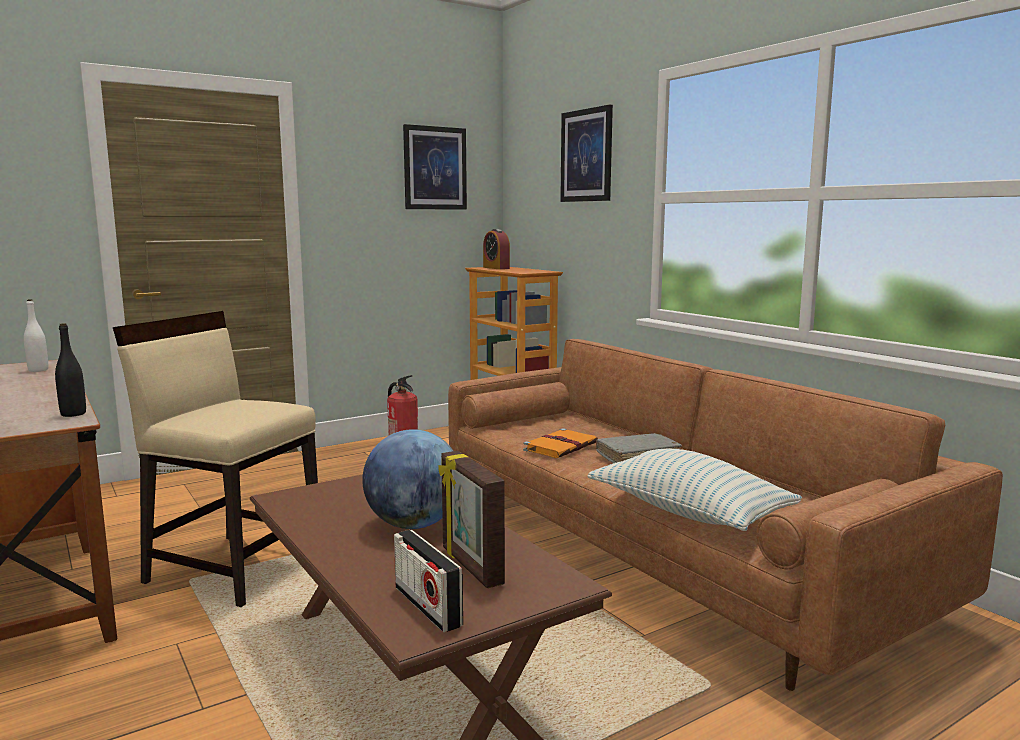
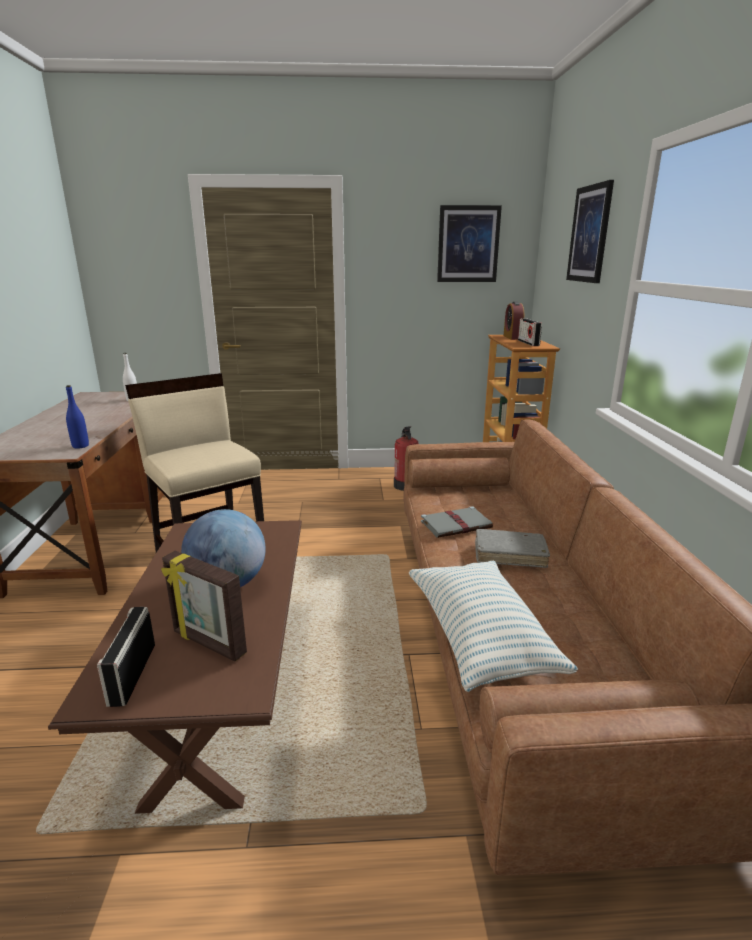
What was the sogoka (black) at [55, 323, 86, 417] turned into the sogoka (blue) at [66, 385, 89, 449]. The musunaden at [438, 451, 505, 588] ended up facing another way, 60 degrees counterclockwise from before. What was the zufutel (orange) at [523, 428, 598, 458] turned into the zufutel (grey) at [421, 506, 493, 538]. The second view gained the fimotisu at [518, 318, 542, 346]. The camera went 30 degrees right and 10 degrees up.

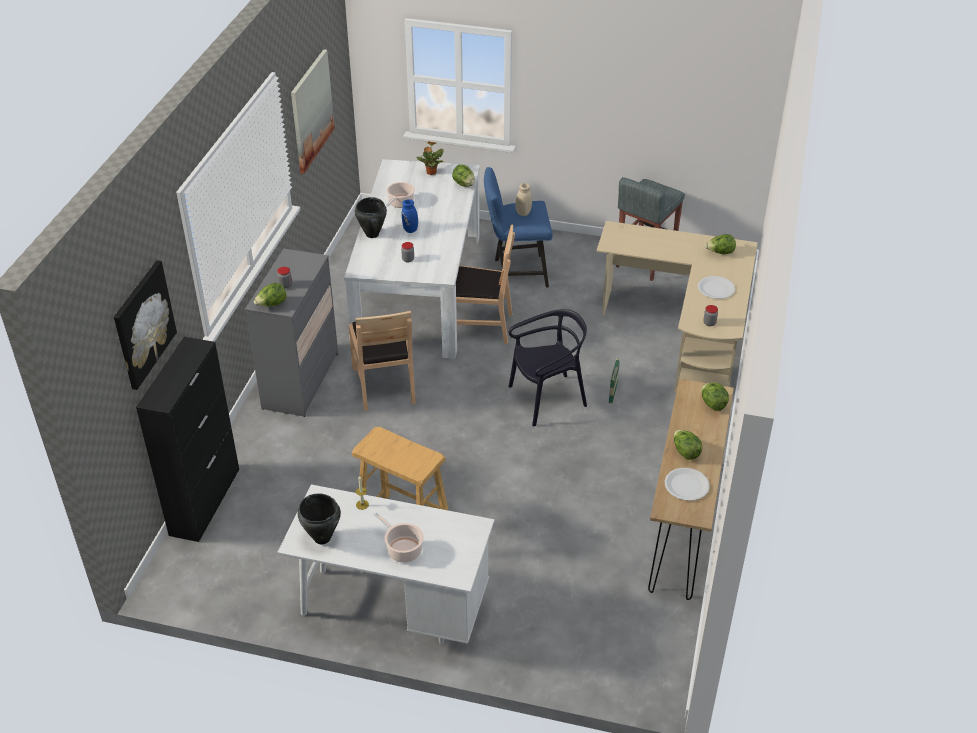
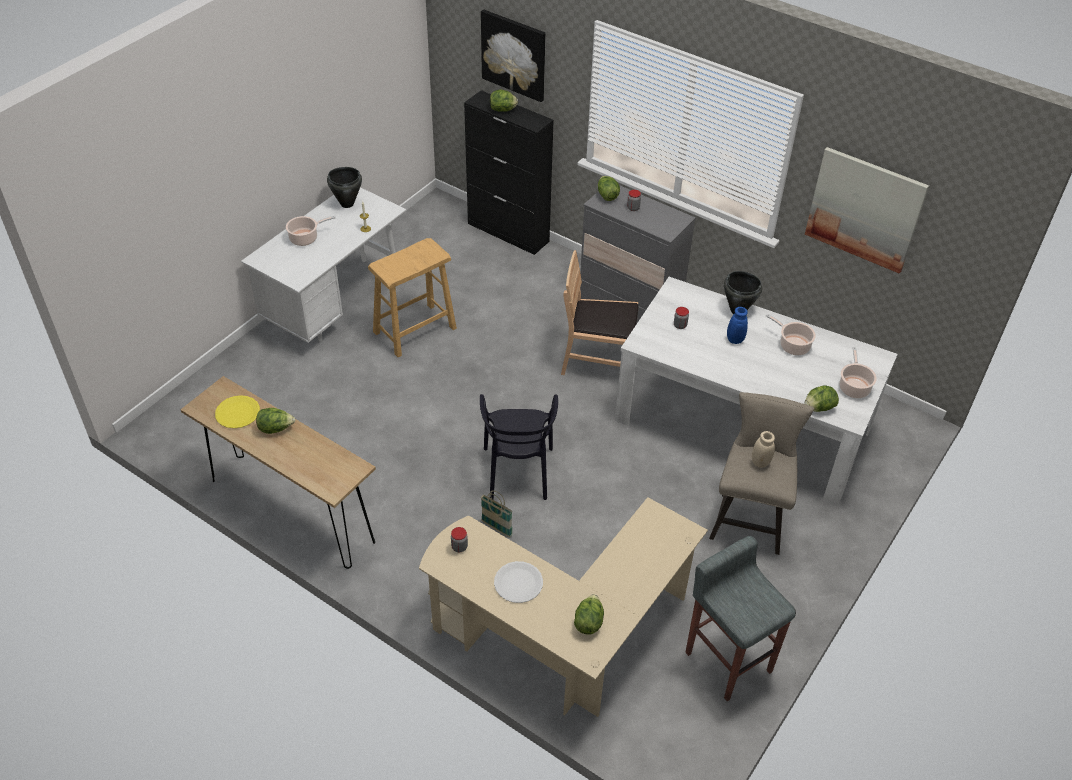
Where the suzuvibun stood at [416, 141, 444, 175], the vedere came to stand at [839, 347, 877, 398]. The second view lost the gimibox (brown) at [456, 224, 515, 344]. What was the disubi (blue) at [484, 167, 553, 288] turned into the disubi (beige) at [709, 392, 814, 555]. What was the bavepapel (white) at [665, 468, 710, 501] turned into the bavepapel (yellow) at [215, 395, 260, 428]. The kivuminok ended up elsewhere, having gone from [701, 382, 729, 411] to [490, 89, 518, 112]. The camera went 110 degrees right and 5 degrees up.

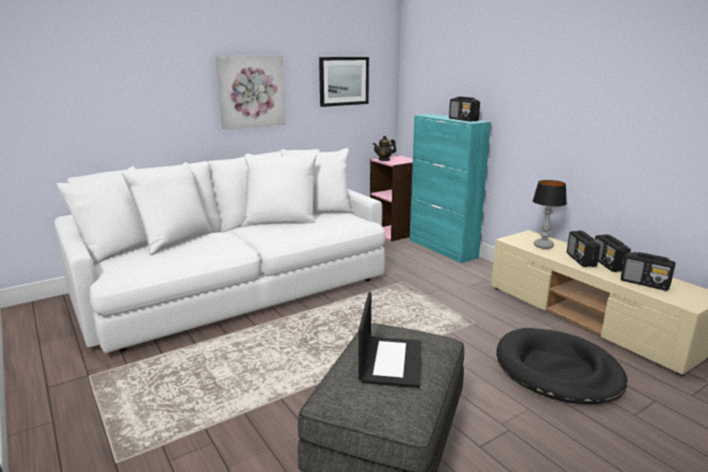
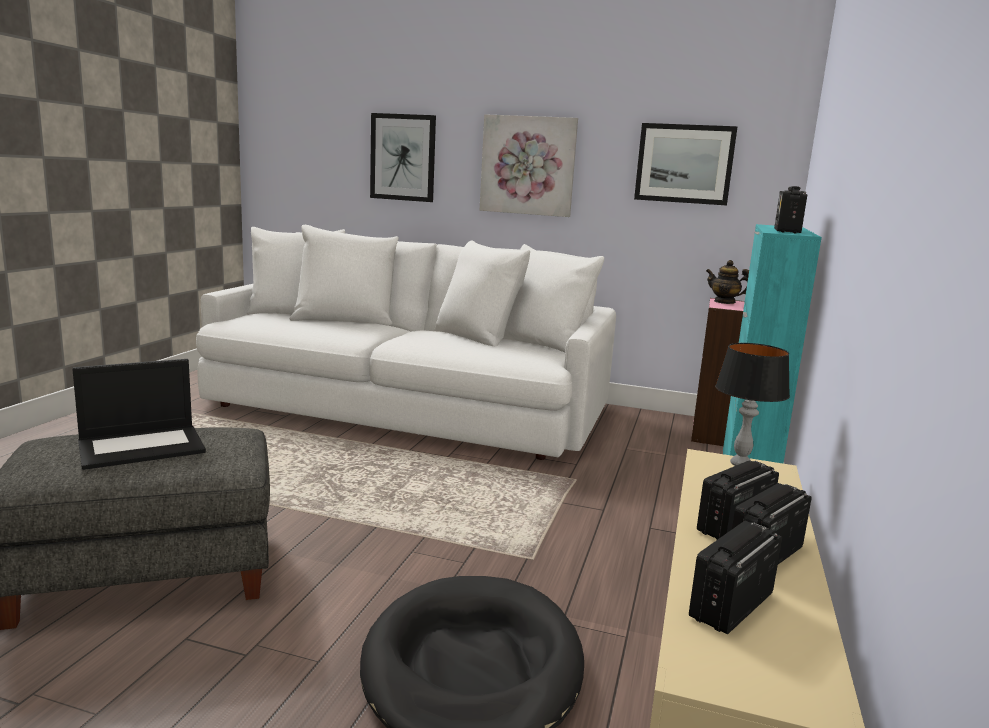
The fimotisu at [621, 252, 676, 291] ended up facing another way, 45 degrees clockwise from before. The second view gained the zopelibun at [370, 113, 436, 202]. The camera went 50 degrees right and 5 degrees down.

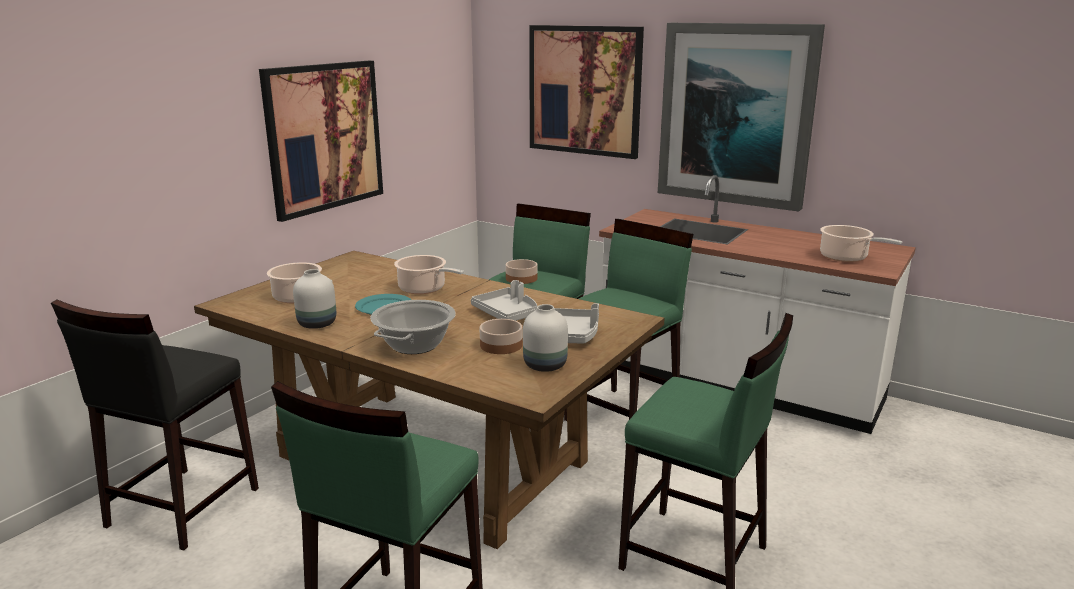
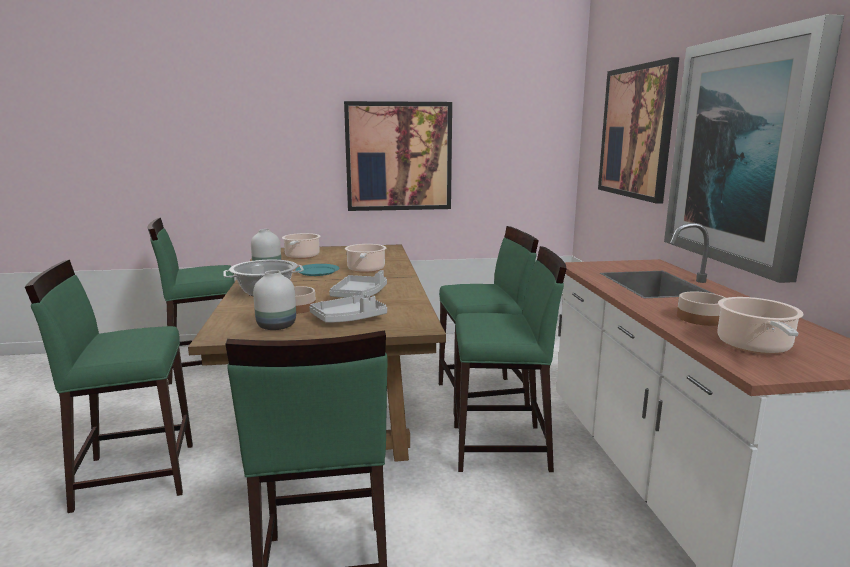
What was the disubi (black) at [51, 299, 259, 550] turned into the disubi (green) at [147, 218, 235, 385]. The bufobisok ended up elsewhere, having gone from [505, 259, 538, 284] to [677, 291, 726, 326]. The camera went 50 degrees right and 5 degrees down.

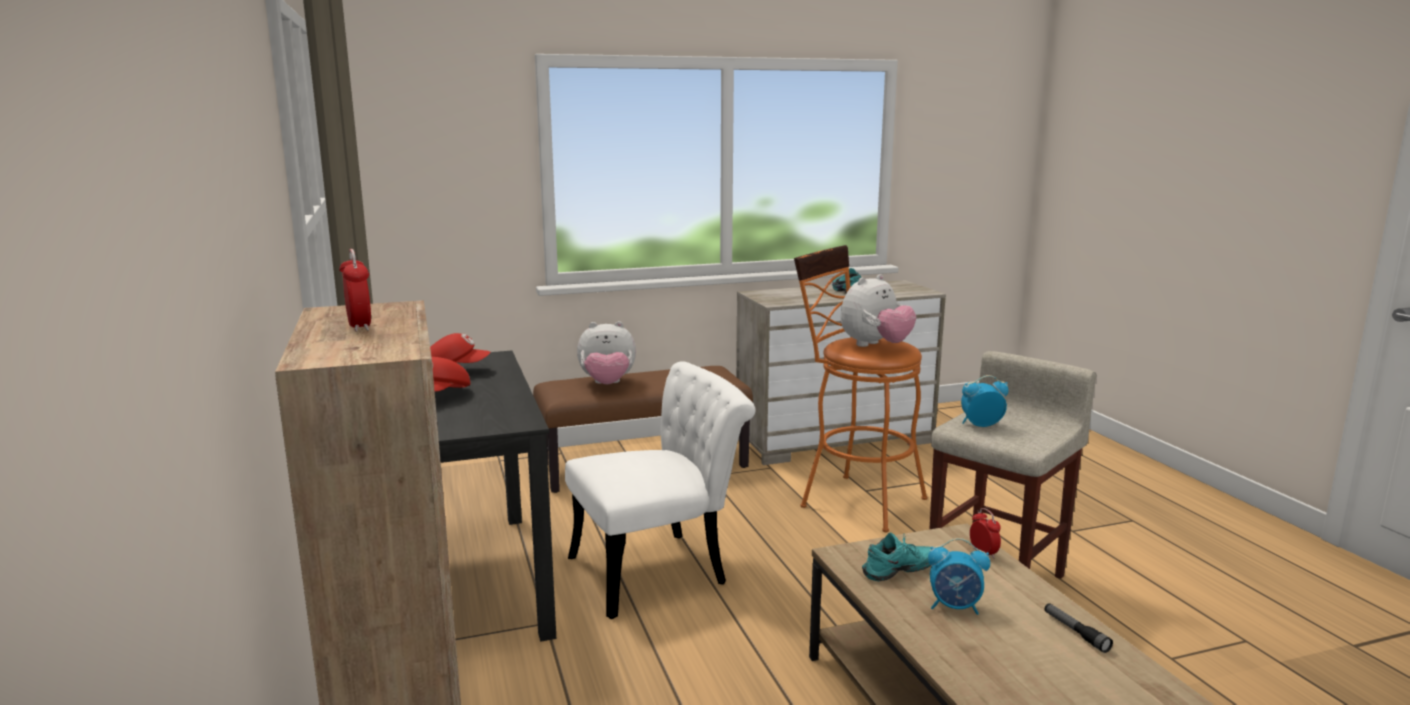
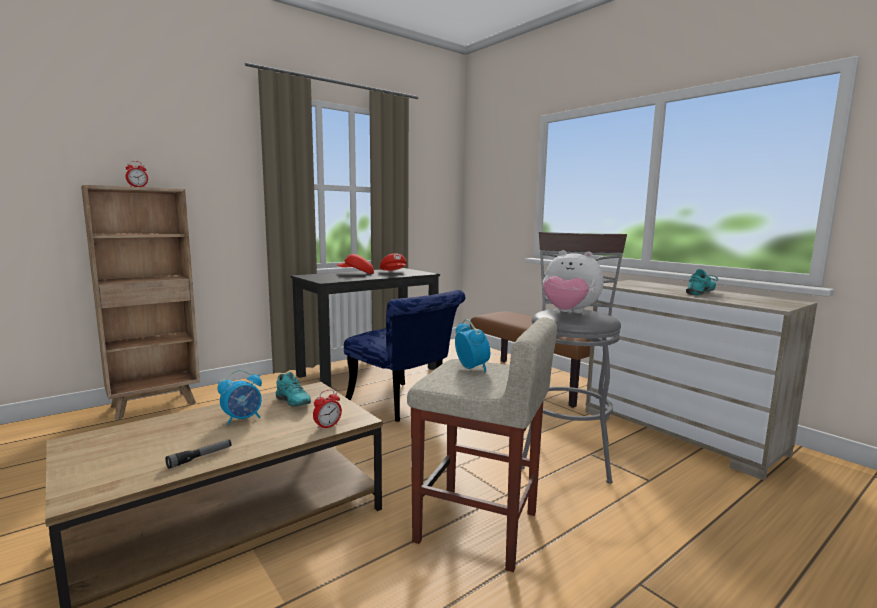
What was the gimibox (white) at [565, 361, 755, 619] turned into the gimibox (blue) at [344, 290, 465, 422]. The second view lost the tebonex at [577, 321, 636, 385]. What was the disubi (orange) at [794, 245, 927, 532] turned into the disubi (grey) at [522, 232, 627, 484]. The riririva at [928, 538, 990, 615] ended up facing another way, 120 degrees counterclockwise from before. The camera went 70 degrees right and 5 degrees down.

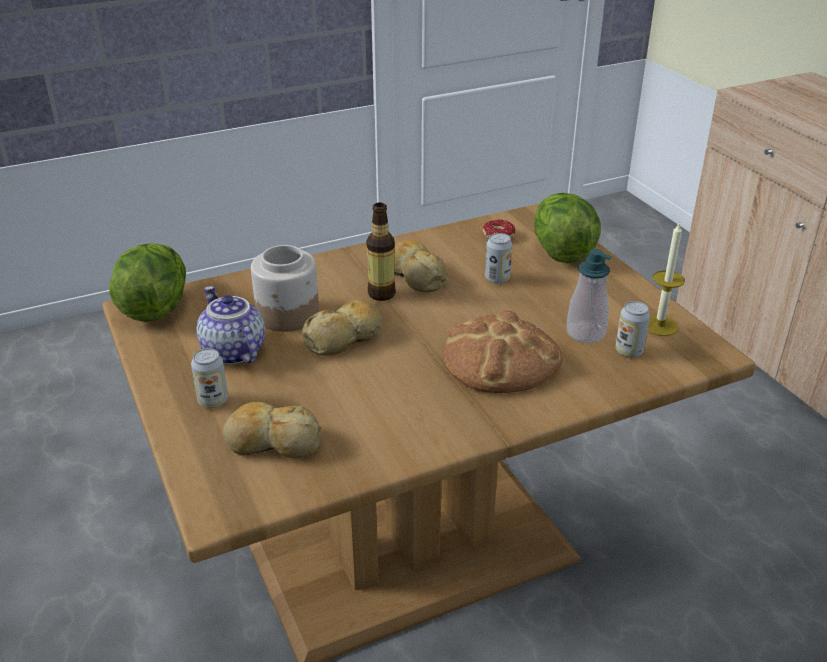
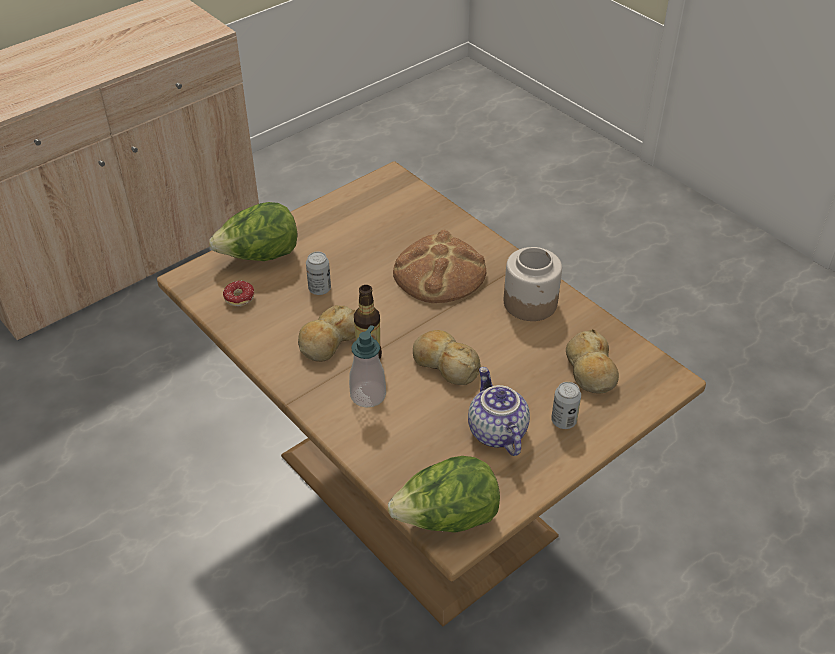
The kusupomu at [196, 286, 265, 365] ended up facing another way, 120 degrees clockwise from before. The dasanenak ended up elsewhere, having gone from [251, 245, 319, 332] to [504, 247, 562, 321]. The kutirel ended up elsewhere, having gone from [566, 249, 612, 343] to [349, 325, 386, 408]. The second view lost the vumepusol at [615, 301, 650, 357]. The second view lost the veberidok at [648, 221, 685, 336]. The camera went 105 degrees left and 10 degrees up.

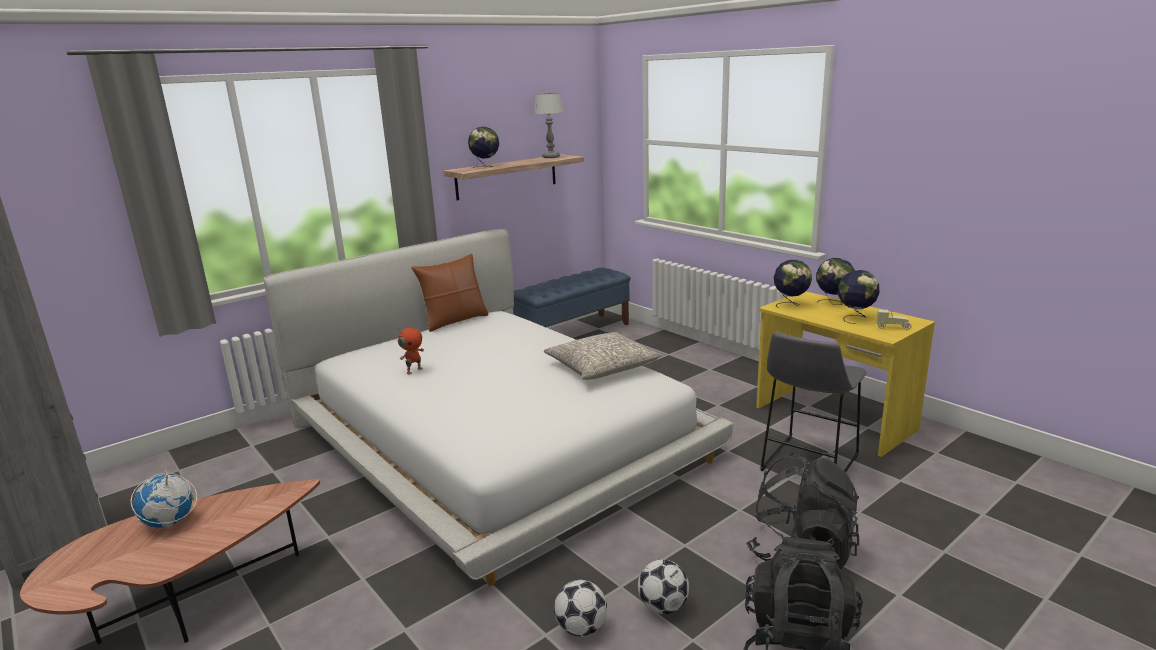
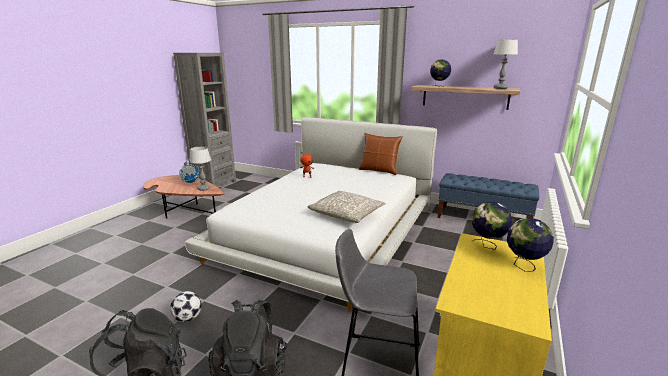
The second view lost the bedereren at [554, 580, 607, 637]. The second view lost the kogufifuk at [838, 270, 880, 324]. The second view lost the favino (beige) at [876, 309, 911, 330]. The second view gained the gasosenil at [189, 146, 211, 191]. The camera went 65 degrees right and 0 degrees up.

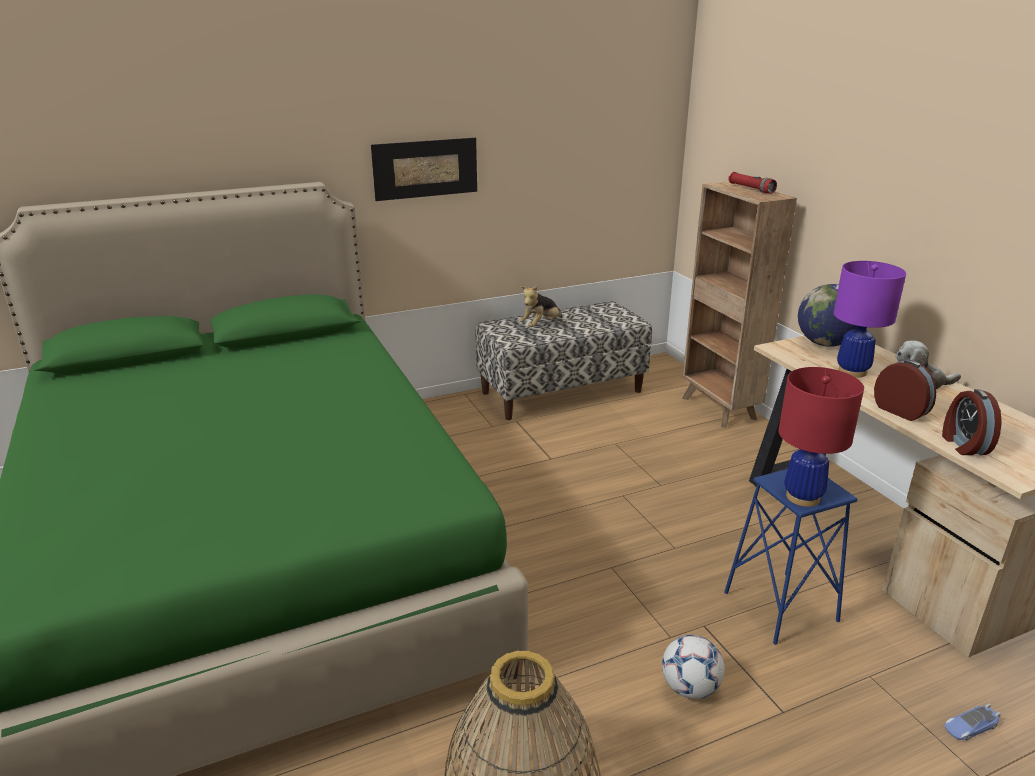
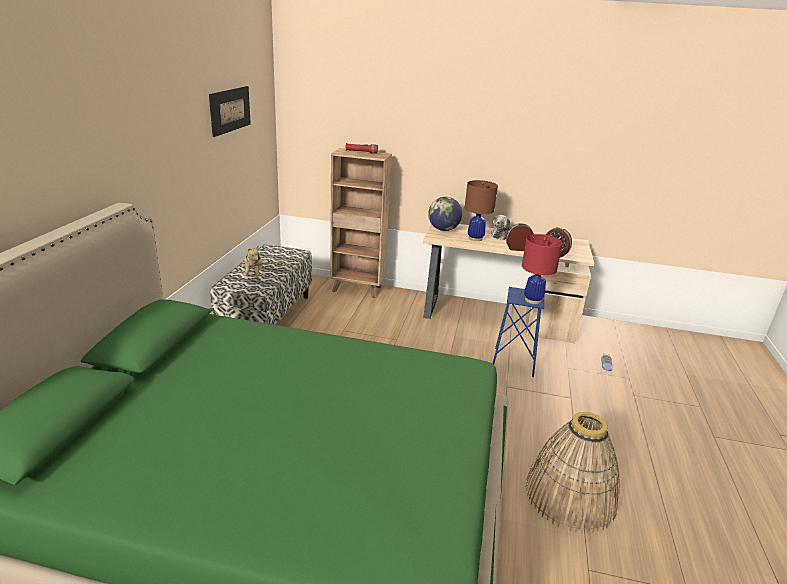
The zopelibun ended up elsewhere, having gone from [371, 138, 477, 201] to [209, 86, 251, 137]. The second view lost the bedereren at [662, 635, 724, 699]. What was the gasosenil (purple) at [834, 261, 906, 378] turned into the gasosenil (brown) at [465, 180, 498, 241]. The camera went 55 degrees left and 0 degrees up.

